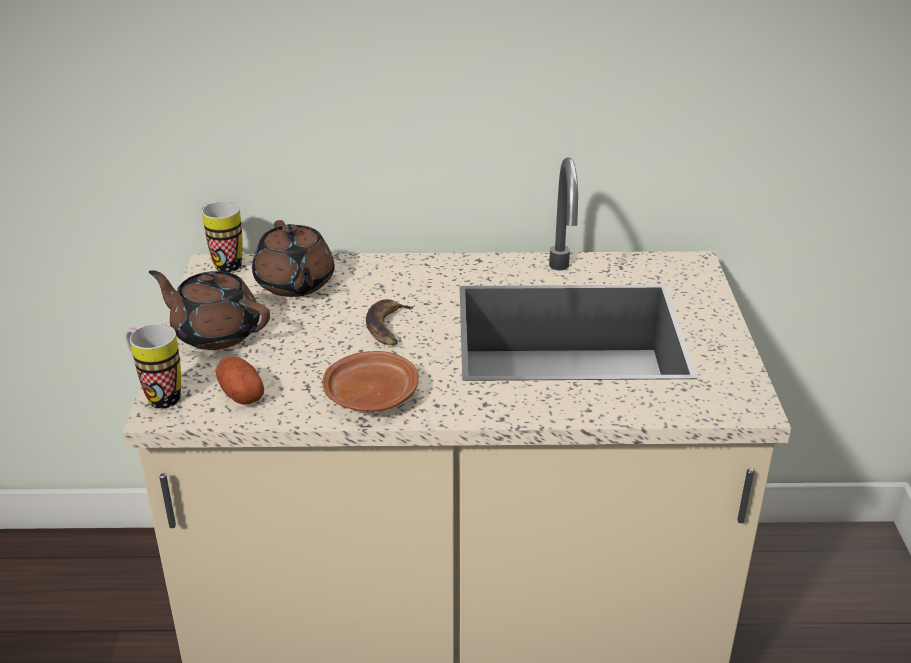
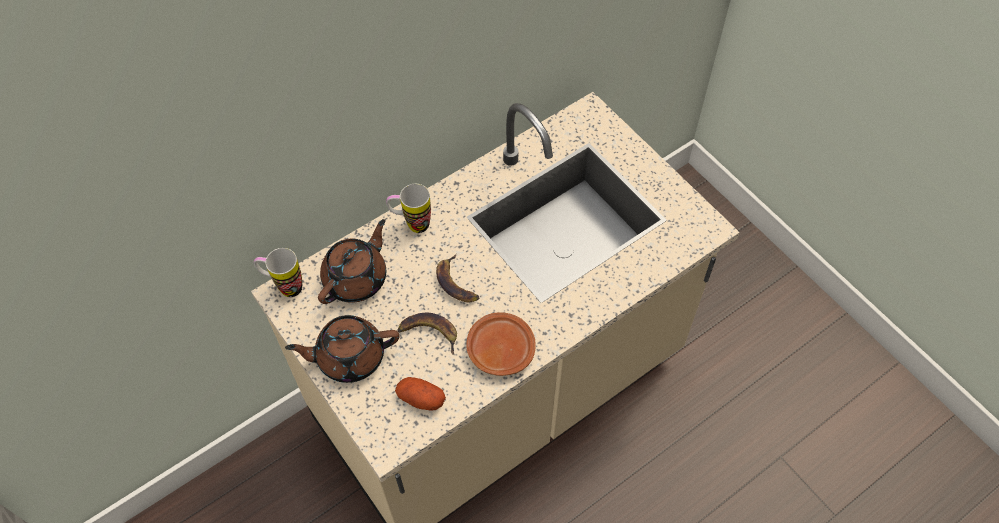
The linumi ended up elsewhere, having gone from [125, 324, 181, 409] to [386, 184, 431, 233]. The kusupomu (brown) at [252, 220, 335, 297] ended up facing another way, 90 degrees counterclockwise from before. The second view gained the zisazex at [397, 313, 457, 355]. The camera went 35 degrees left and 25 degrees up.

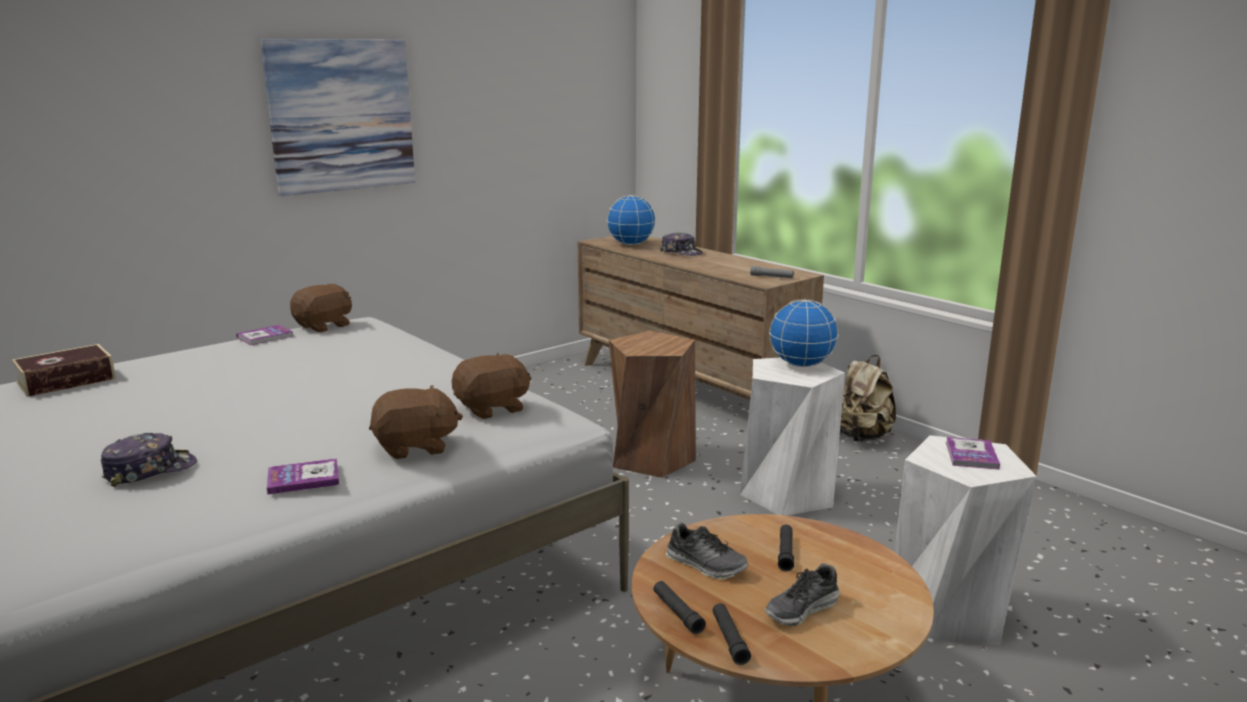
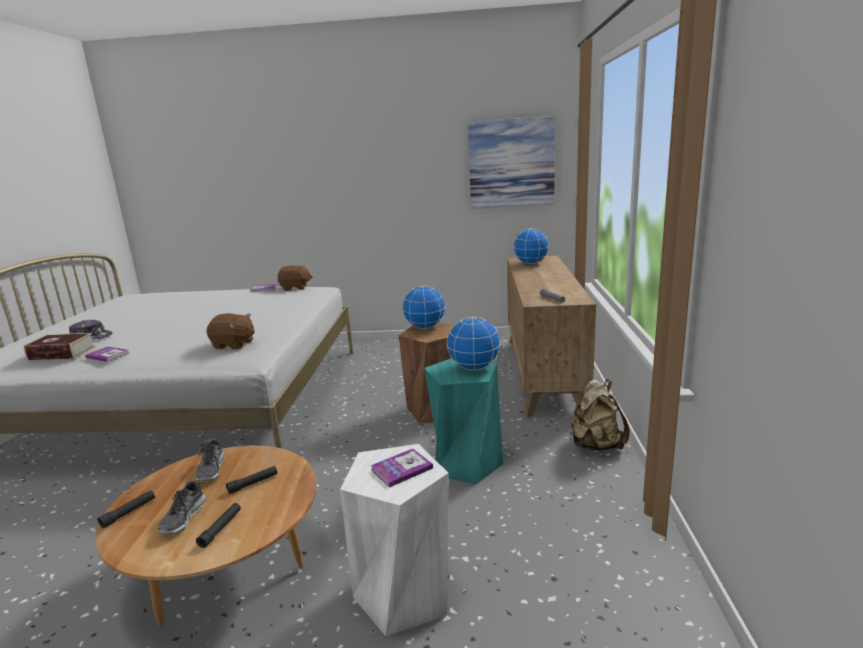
The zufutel ended up elsewhere, having gone from [12, 344, 116, 397] to [23, 333, 96, 360]. The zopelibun ended up elsewhere, having gone from [260, 39, 415, 196] to [468, 116, 555, 209]. The second view lost the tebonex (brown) at [369, 385, 463, 459]. The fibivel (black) ended up elsewhere, having gone from [654, 581, 706, 634] to [196, 503, 241, 548]. The second view lost the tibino at [660, 232, 703, 256]. What was the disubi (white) at [740, 358, 845, 516] turned into the disubi (turquoise) at [424, 359, 503, 485]. The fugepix at [765, 563, 840, 627] ended up facing another way, 90 degrees counterclockwise from before. The second view gained the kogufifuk at [402, 286, 446, 329]. The camera went 45 degrees right and 0 degrees up.

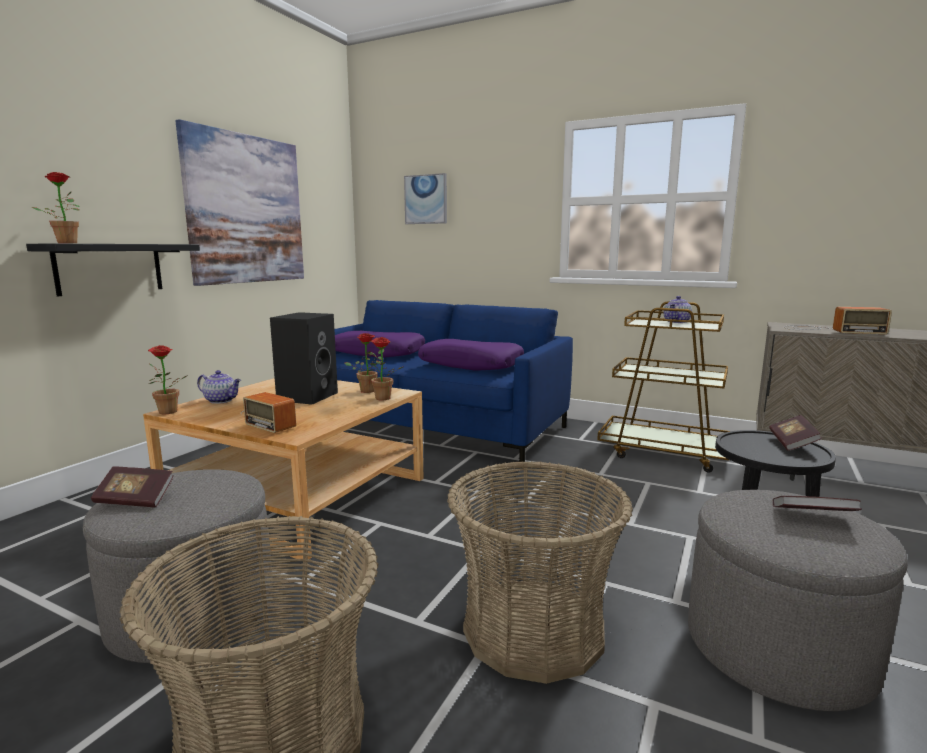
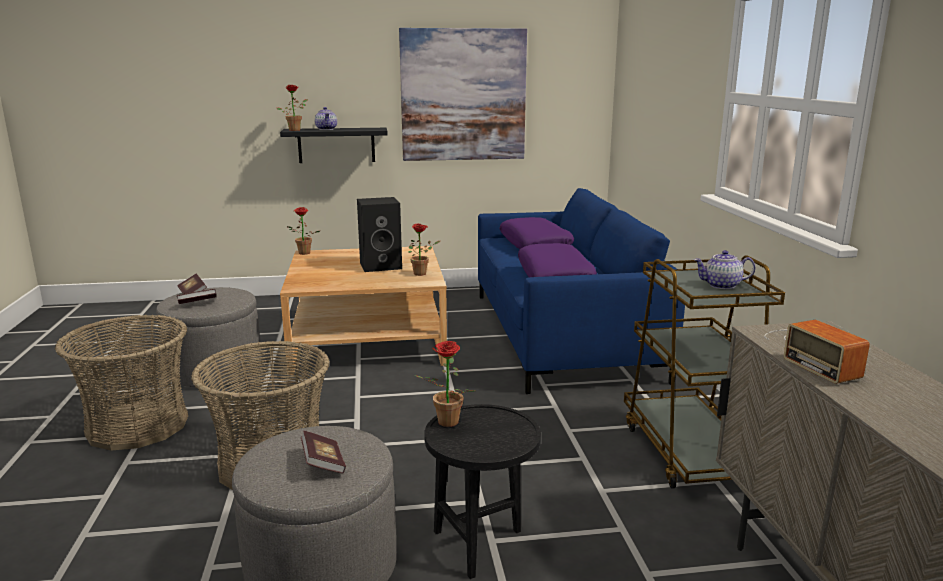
The kusupomu ended up elsewhere, having gone from [197, 370, 241, 404] to [315, 107, 337, 130]. The second view lost the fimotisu at [240, 392, 296, 433]. The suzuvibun ended up elsewhere, having gone from [367, 337, 403, 400] to [414, 341, 475, 427]. The second view lost the zopelibun at [404, 173, 447, 224]. The zufutel ended up elsewhere, having gone from [769, 415, 822, 451] to [177, 289, 217, 304]. The camera went 55 degrees right and 5 degrees up.

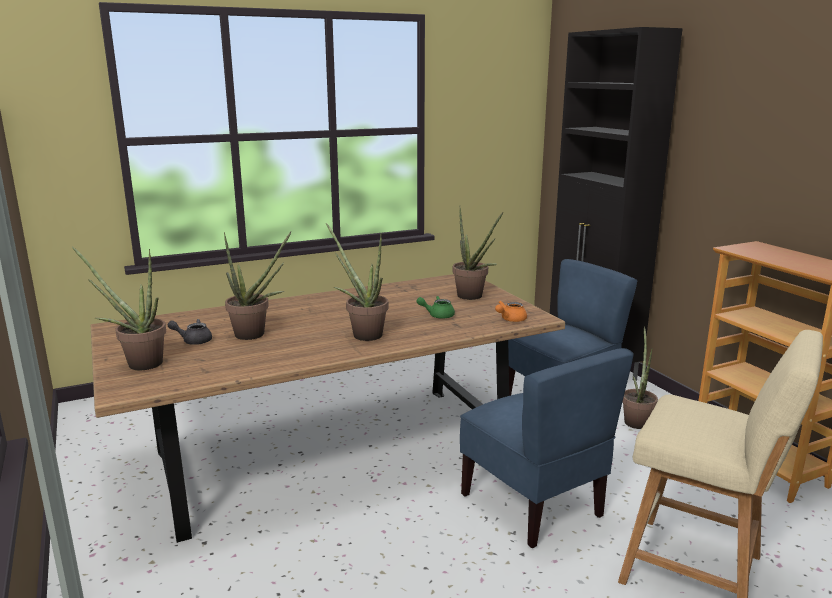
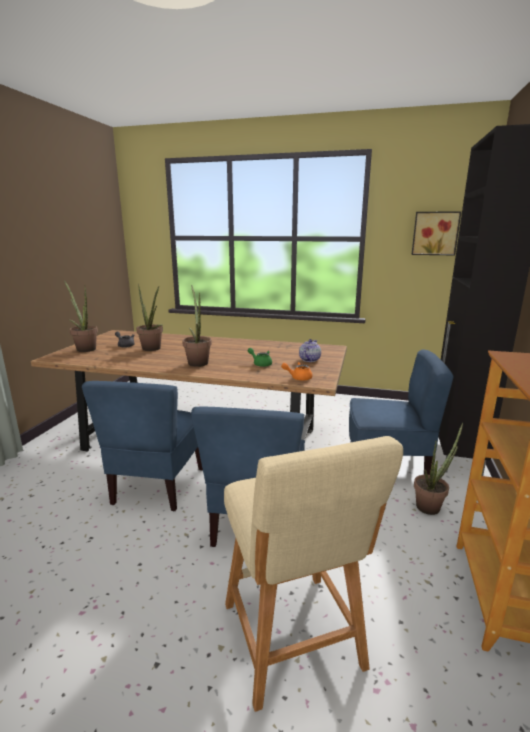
Where the suzuvibun stood at [453, 208, 504, 300], the kusupomu came to stand at [299, 339, 321, 362]. The second view gained the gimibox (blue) at [82, 381, 203, 511]. The second view gained the zopelibun at [411, 211, 461, 255]. The camera went 40 degrees right and 0 degrees up.

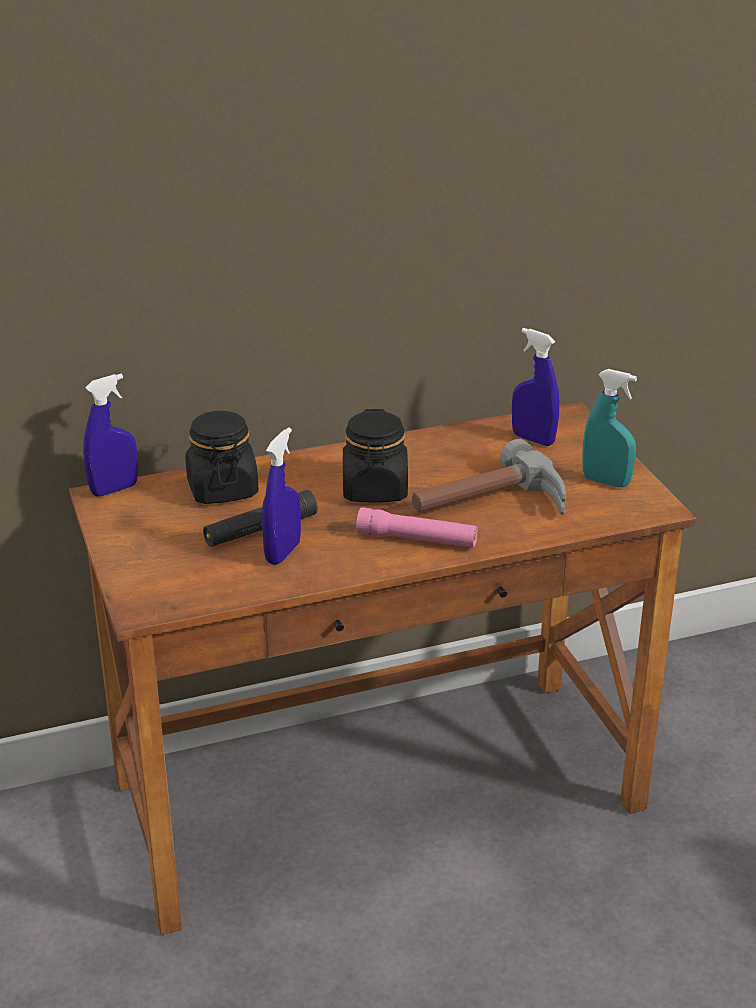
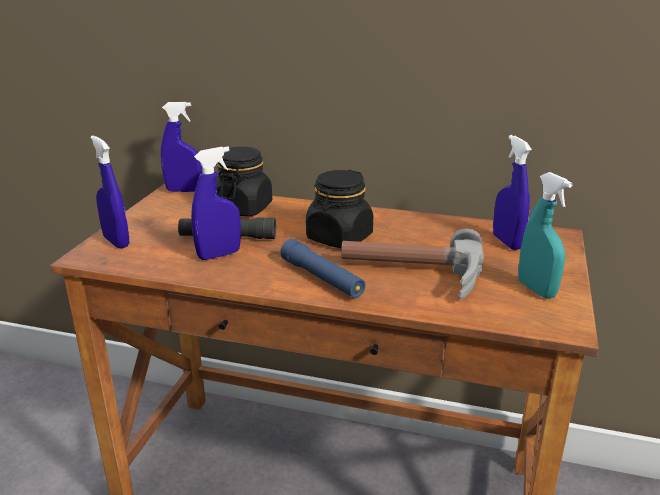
What was the fibivel (pink) at [356, 507, 478, 547] turned into the fibivel (blue) at [280, 239, 366, 298]. The second view gained the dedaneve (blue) at [90, 136, 129, 249]. The camera went 35 degrees right and 5 degrees down.

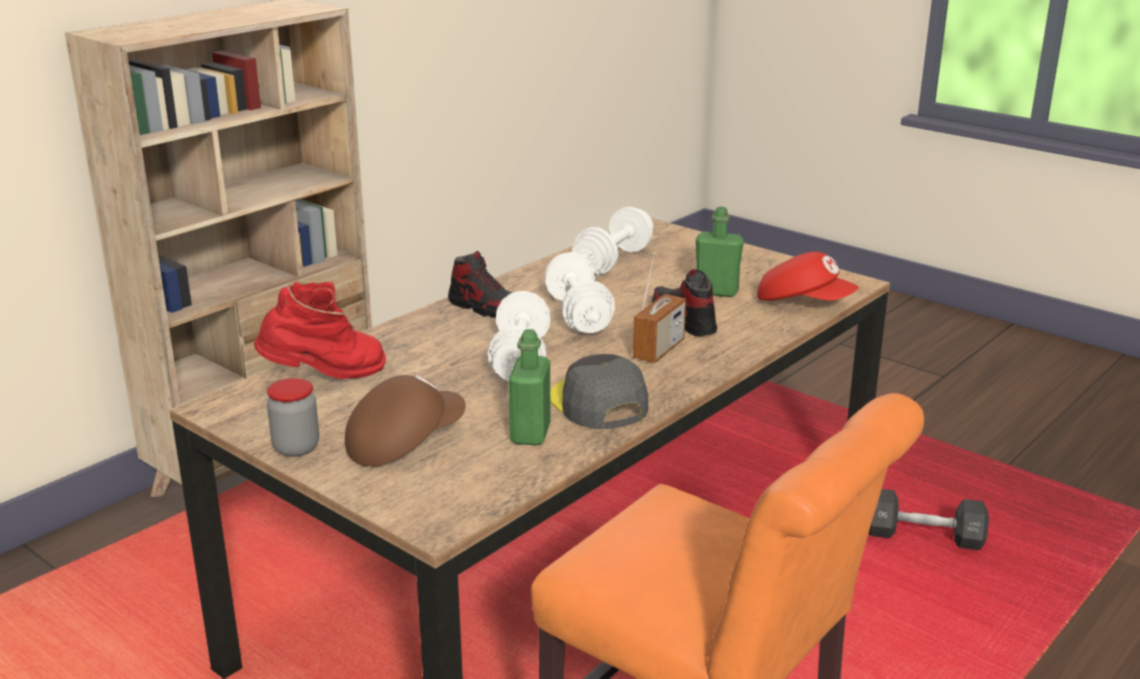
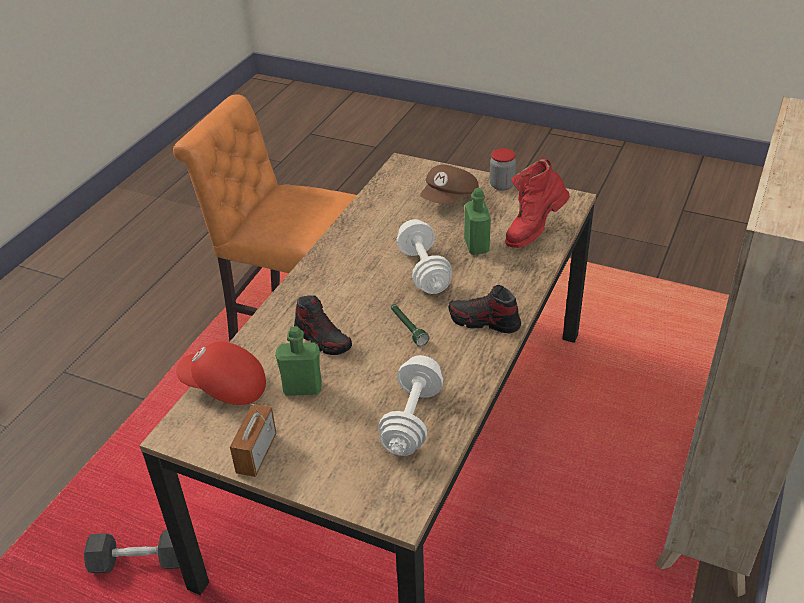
The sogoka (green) ended up elsewhere, having gone from [508, 329, 551, 445] to [464, 188, 491, 255]. Where the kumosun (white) stood at [544, 252, 615, 333], the fibivel (green) came to stand at [391, 304, 429, 346]. The second view lost the tibino (grey) at [550, 354, 648, 429]. The fimotisu ended up elsewhere, having gone from [633, 252, 686, 363] to [230, 404, 276, 477]. The camera went 165 degrees right and 15 degrees up.

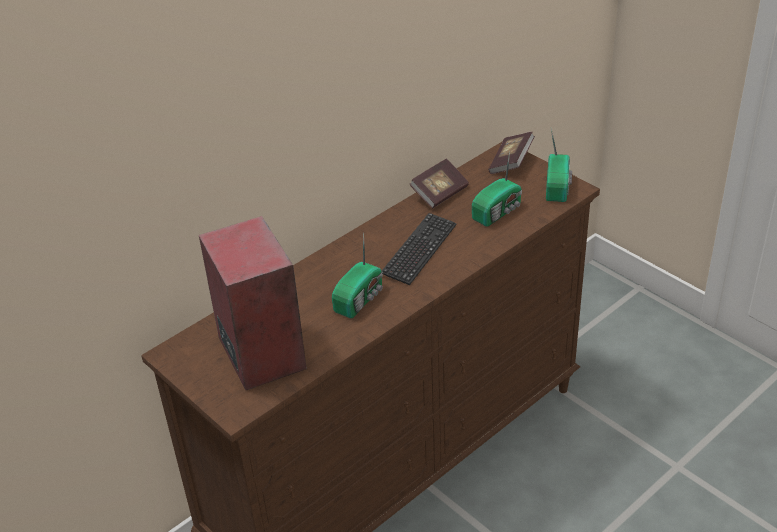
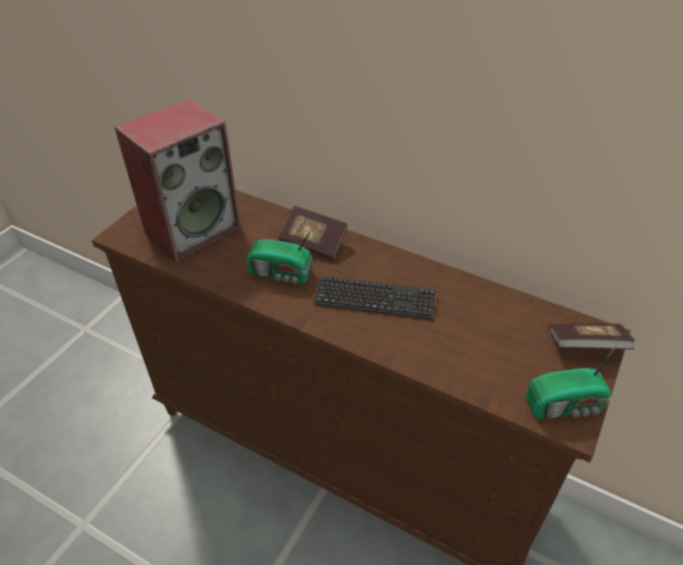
The zufutel ended up elsewhere, having gone from [409, 158, 469, 208] to [278, 206, 348, 260]. The second view lost the fimotisu at [472, 151, 522, 227]. The camera went 70 degrees right and 5 degrees up.

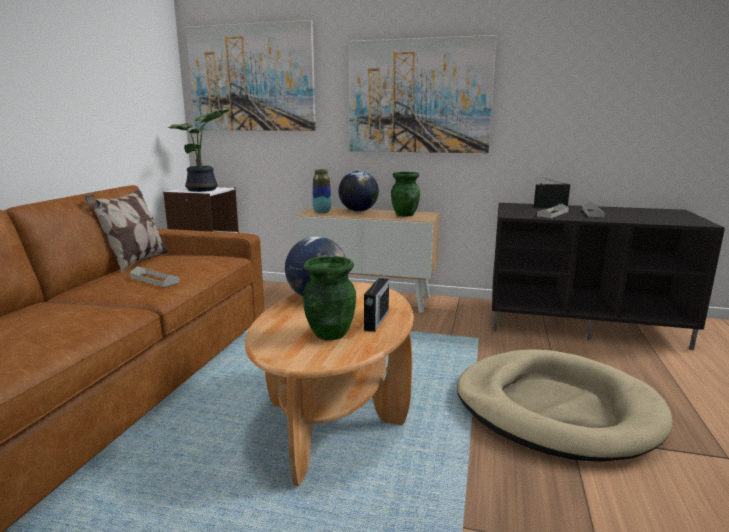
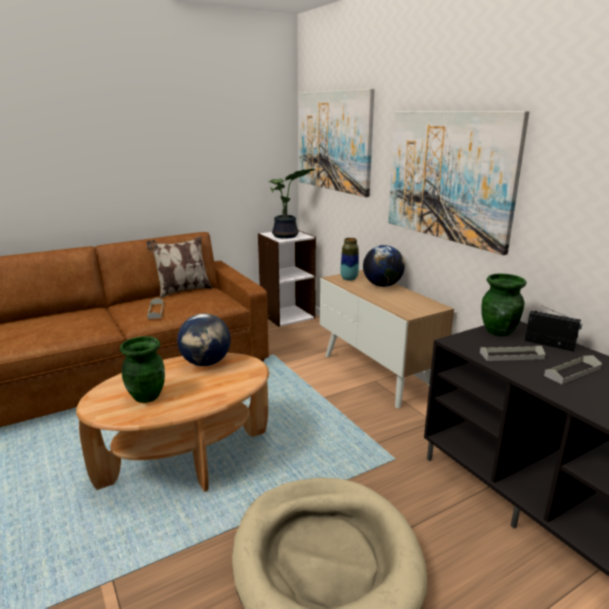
The second view lost the fimotisu at [364, 274, 389, 332]. The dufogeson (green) ended up elsewhere, having gone from [391, 172, 420, 216] to [481, 274, 526, 336]. The camera went 45 degrees right and 5 degrees up.

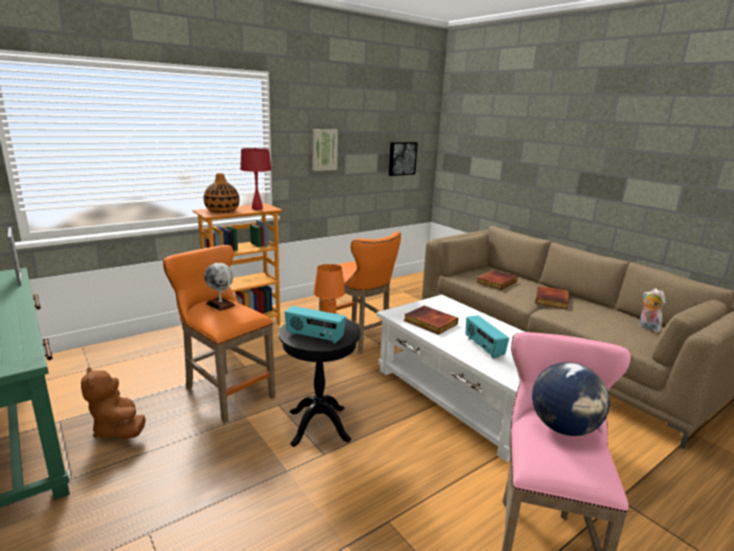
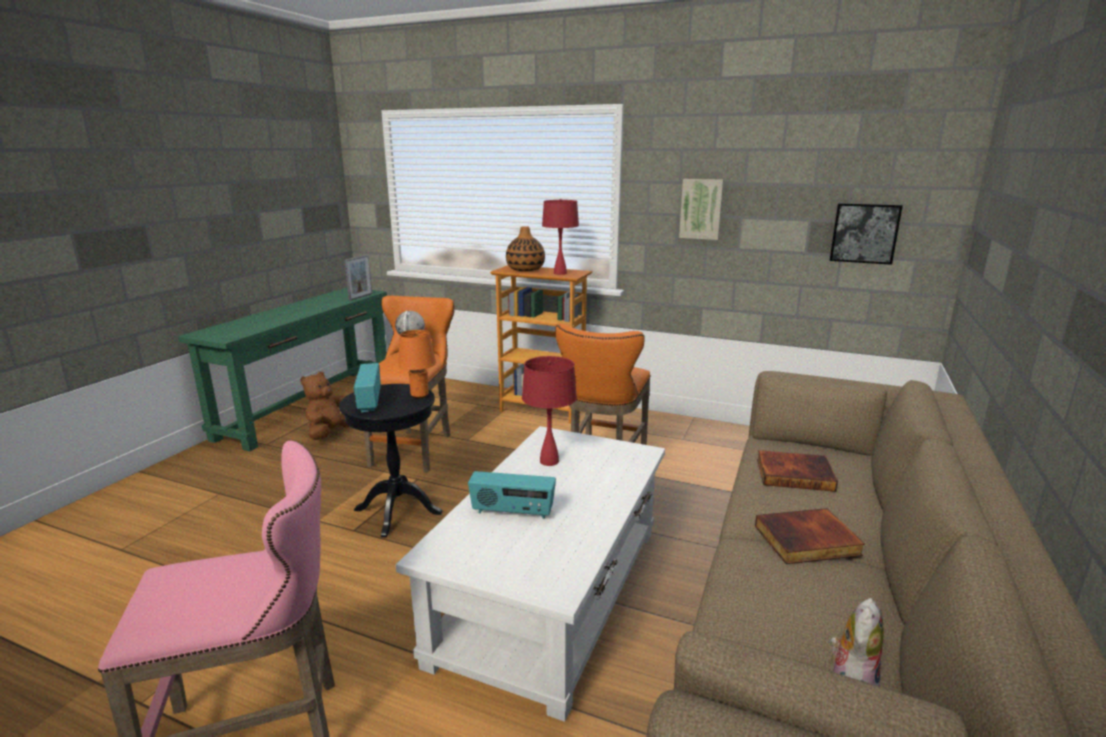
Where the zufutel stood at [404, 306, 458, 335], the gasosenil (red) came to stand at [522, 356, 577, 466]. The fimotisu at [465, 315, 509, 359] ended up facing another way, 120 degrees counterclockwise from before. The second view lost the kogufifuk at [532, 362, 610, 436]. The camera went 60 degrees right and 0 degrees up.

